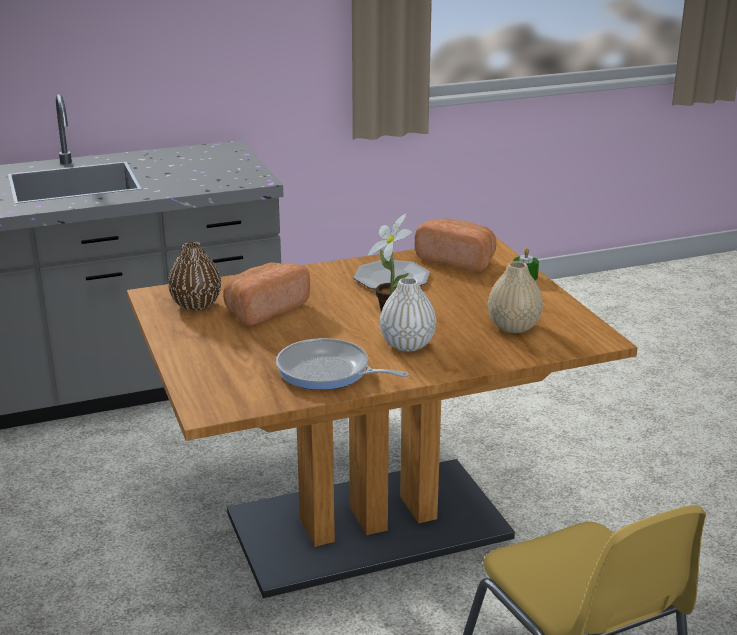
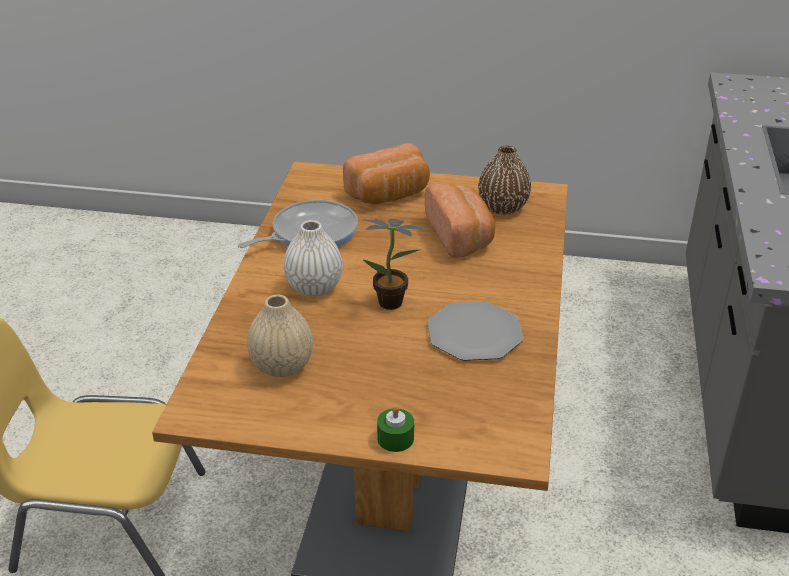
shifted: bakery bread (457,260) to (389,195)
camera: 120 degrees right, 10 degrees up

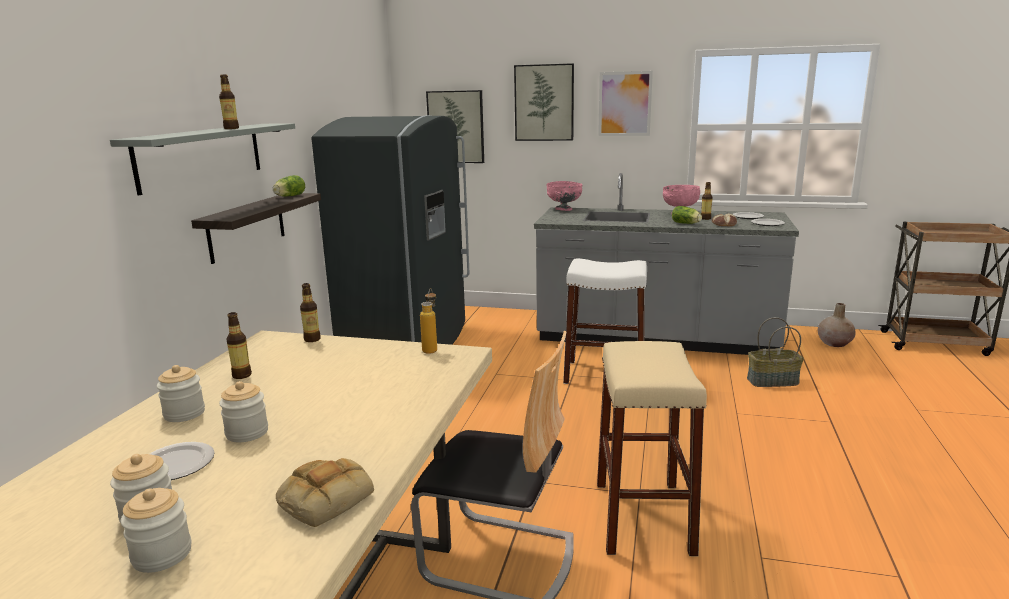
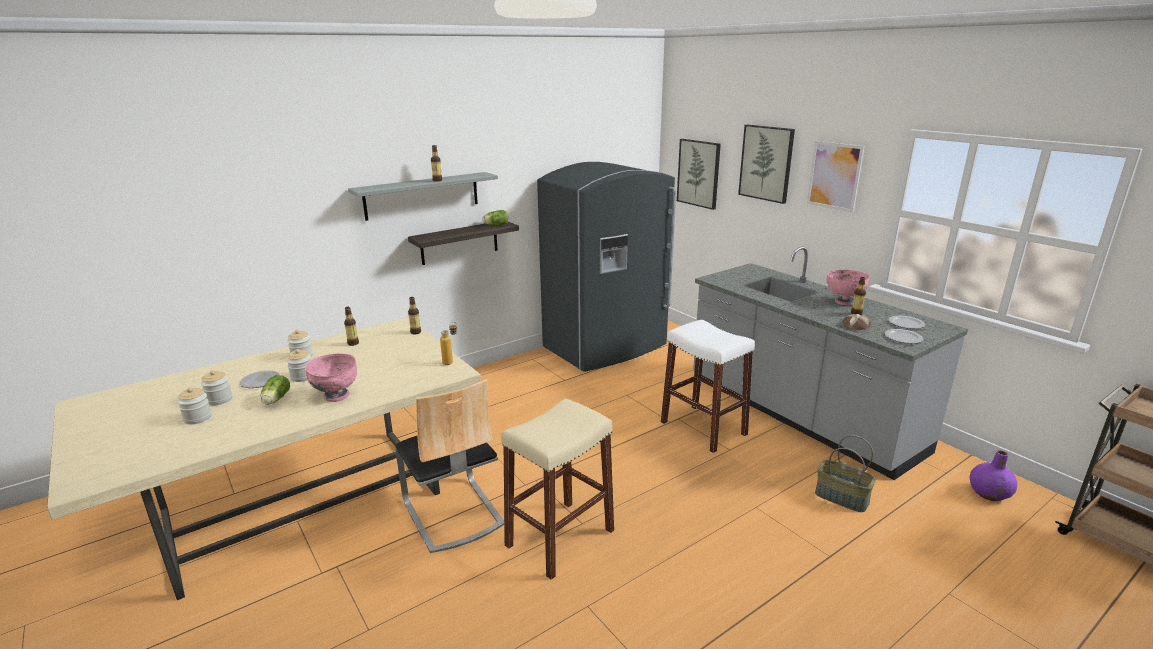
gone: bakery bread (326,498)
shifted: pinkish deep dish (564,209) to (336,396); lettuce (686,223) to (275,400)
repainted: beige decorative vase (834,343) to purple-coloured decorative vase (989,494)
camera: 40 degrees right, 5 degrees up

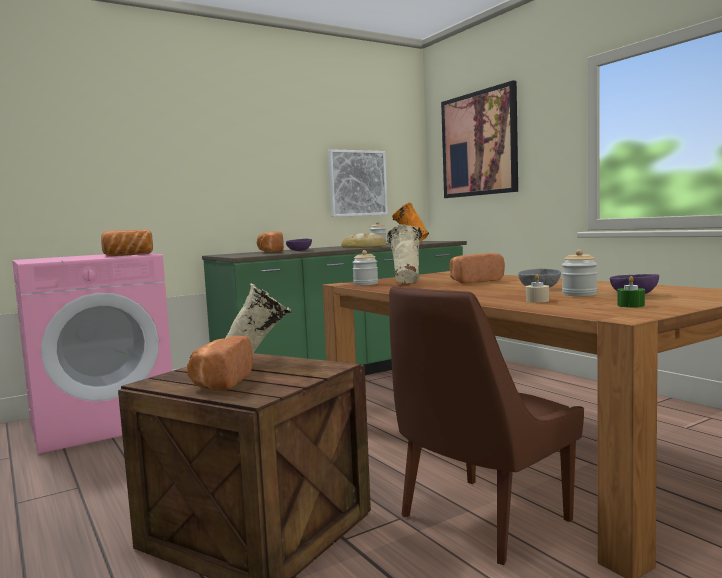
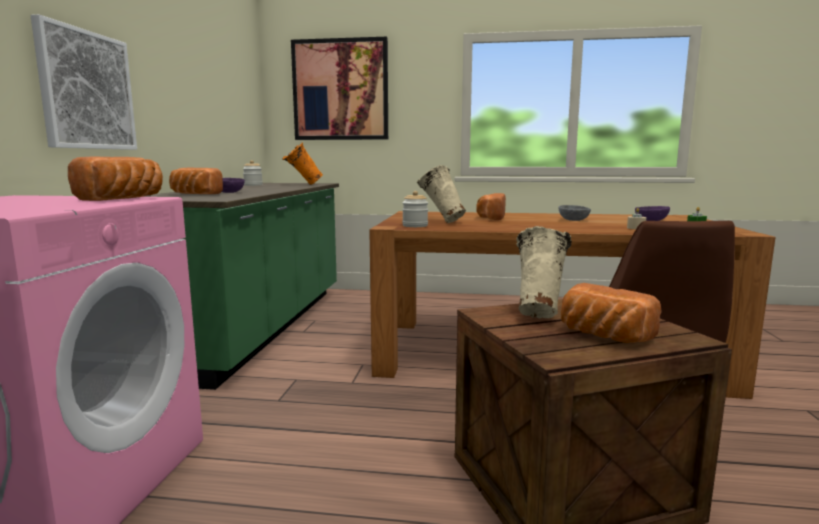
gone: bakery bread (364,246); storage jar (579,294)
shifted: wall art (357,183) to (86,90)
camera: 50 degrees left, 5 degrees up

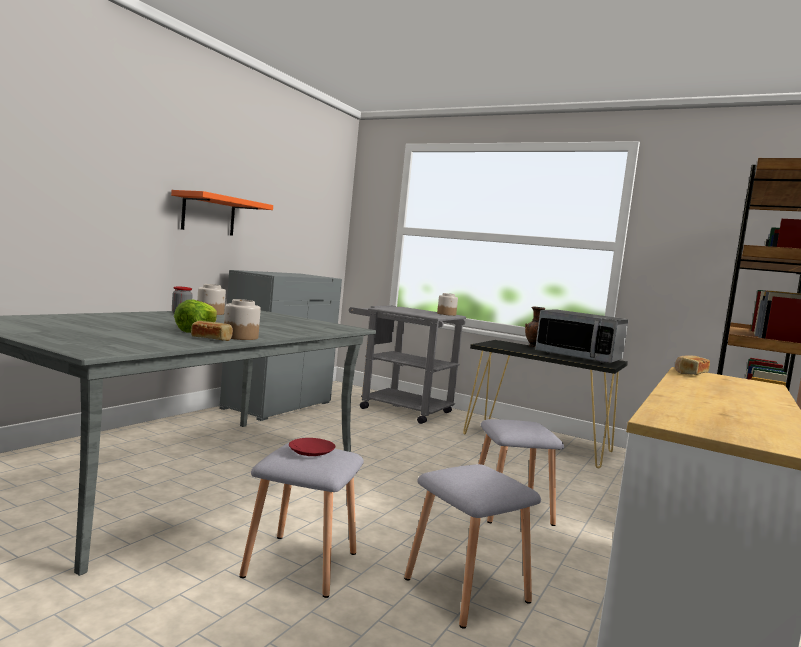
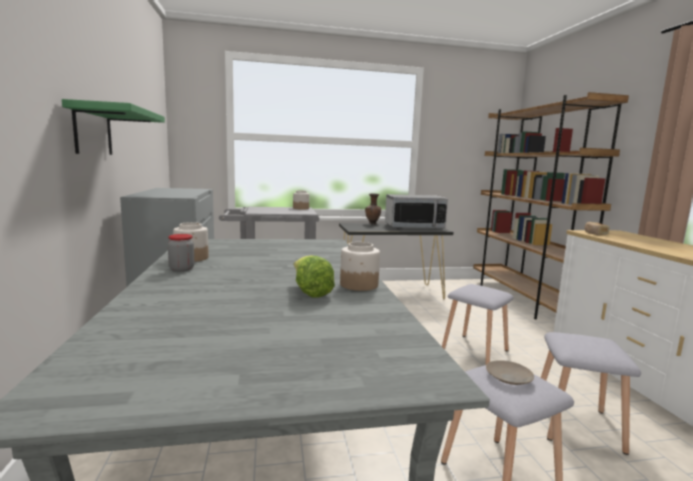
gone: bakery bread (211,339)
repainted: orangey bracket shelf (208,214) to green bracket shelf (93,131); reddish dinner plate (311,452) to beige dinner plate (509,378)
camera: 40 degrees left, 5 degrees up

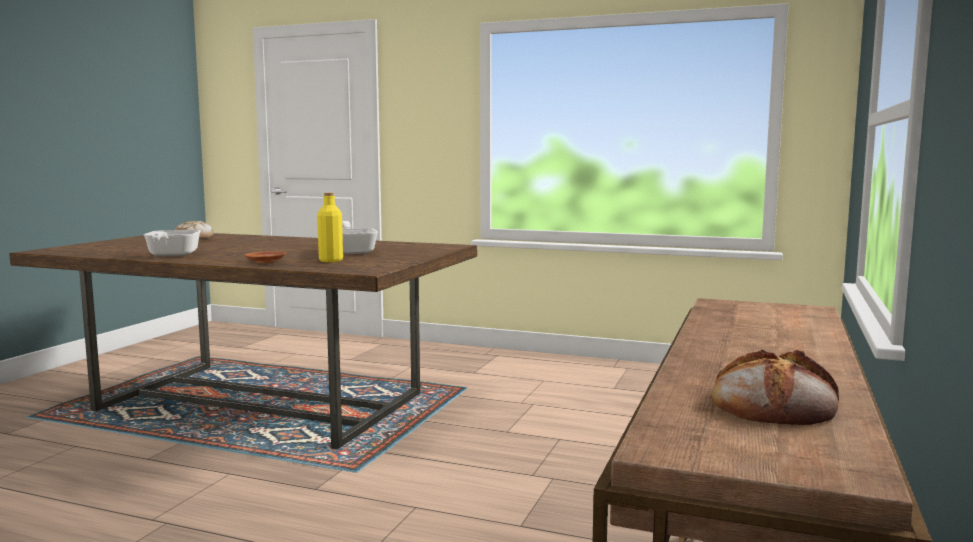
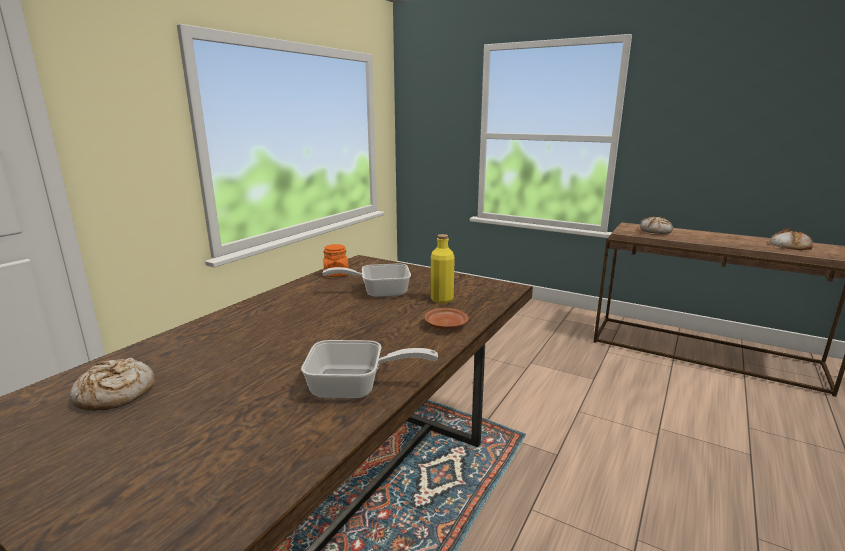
new: orangey storage jar (336,274); bakery bread (655,231)
camera: 80 degrees left, 10 degrees up

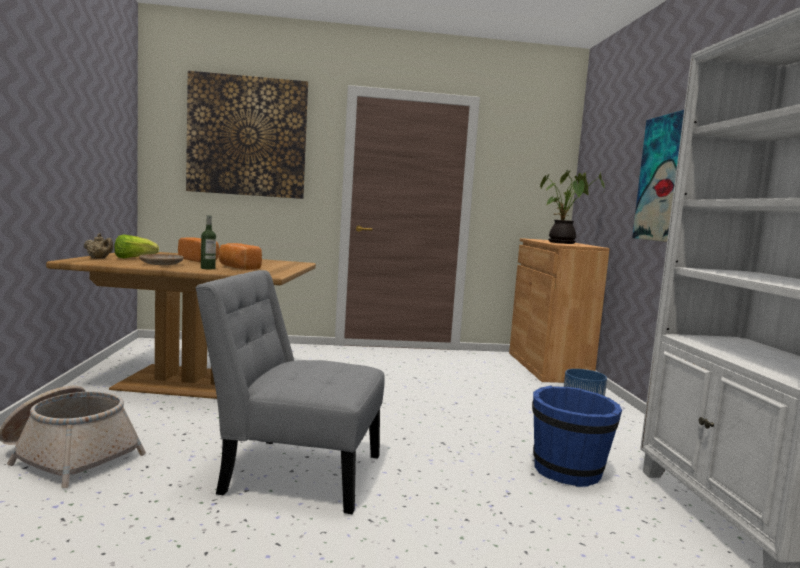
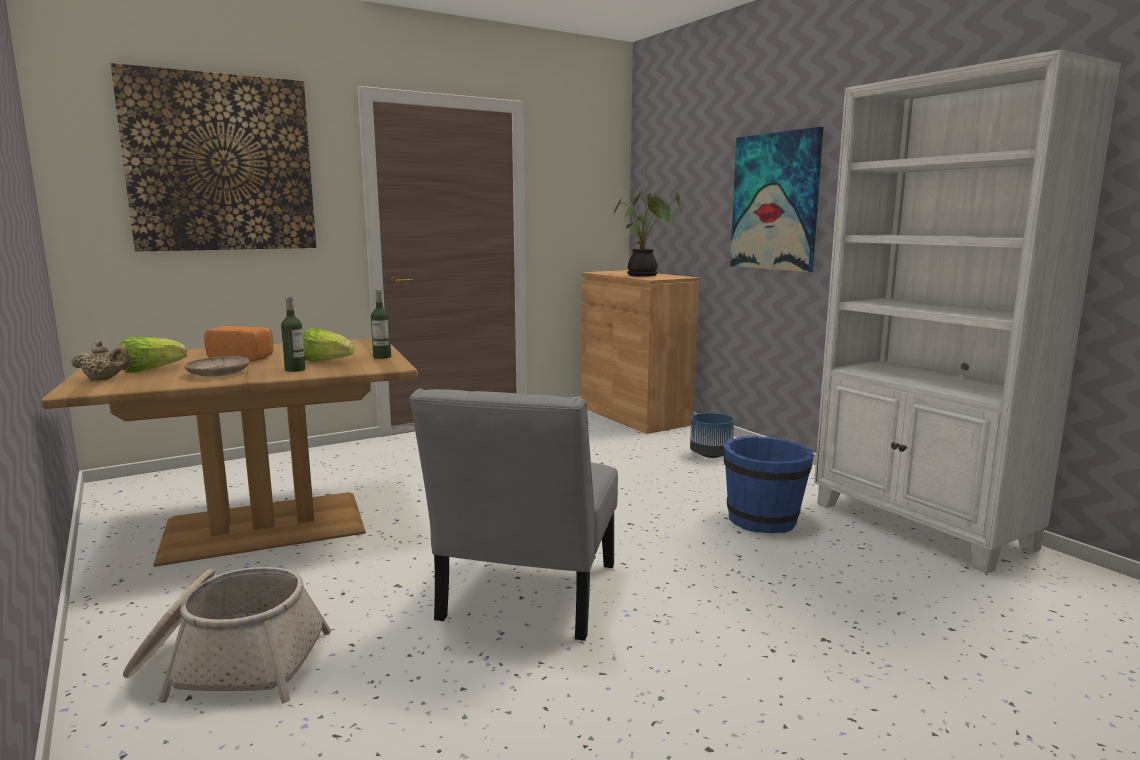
new: bottle (382,357)
swapped: bakery bread (238,267) to lettuce (325,362)
rotated: grey chair (294,472) = (526,597) 60 degrees counterclockwise
camera: 25 degrees left, 5 degrees up

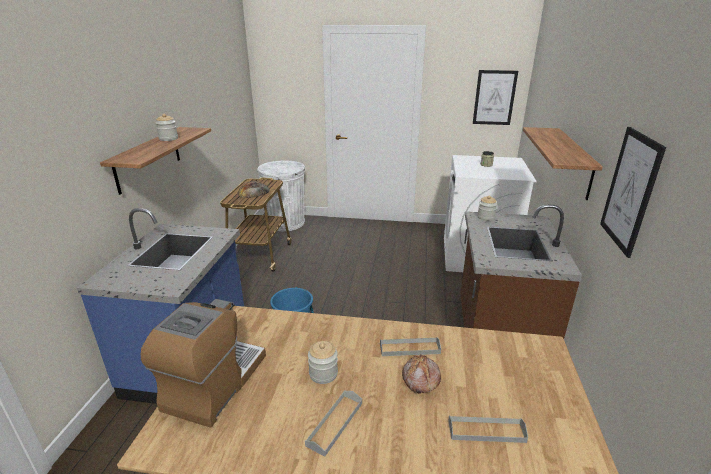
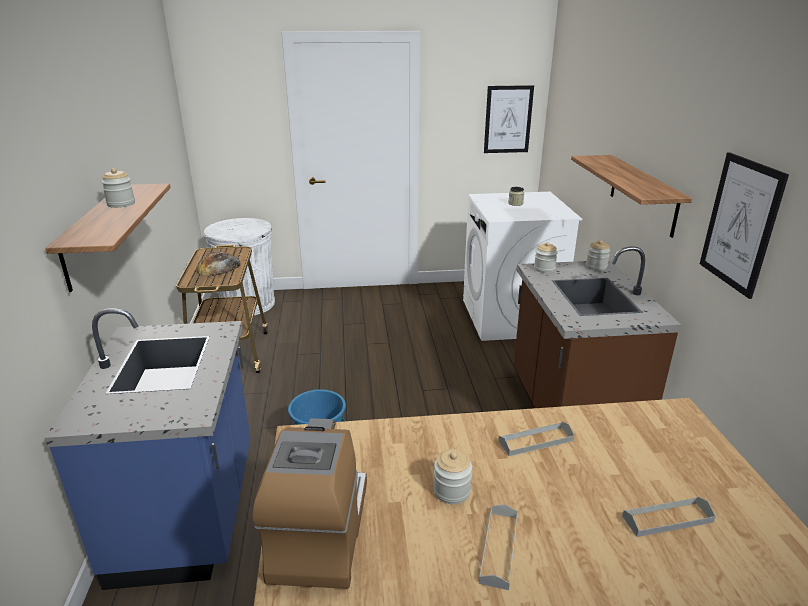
gone: bakery bread (420,379)
new: storage jar (596,267)
camera: 15 degrees left, 0 degrees up

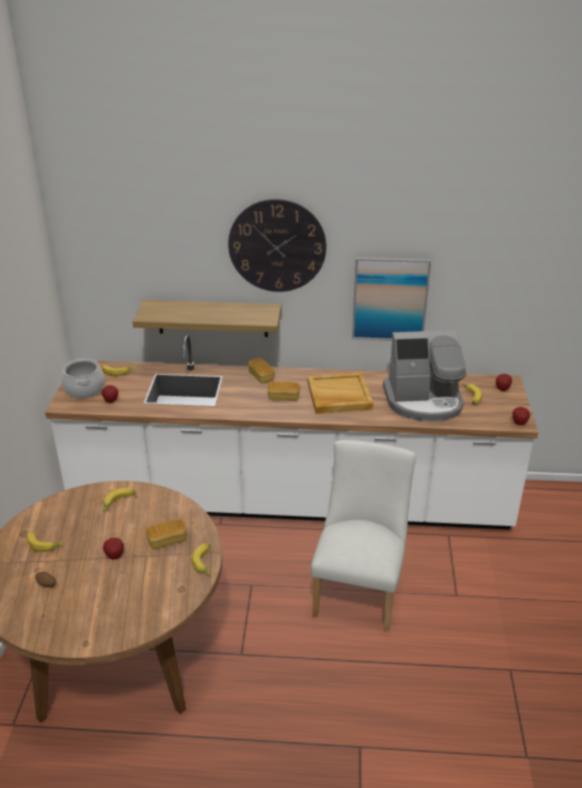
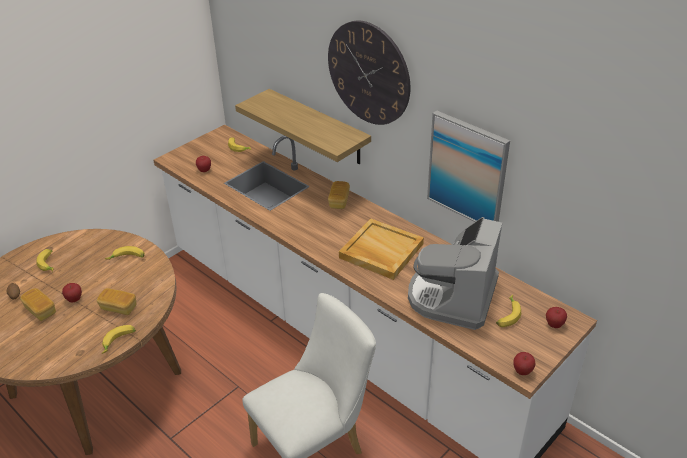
gone: cooking pot (84,389)
shifted: bakery bread (284,397) to (40,310)
rotated: coffee brewer (424,401) = (453,296) 75 degrees clockwise
camera: 40 degrees right, 5 degrees up

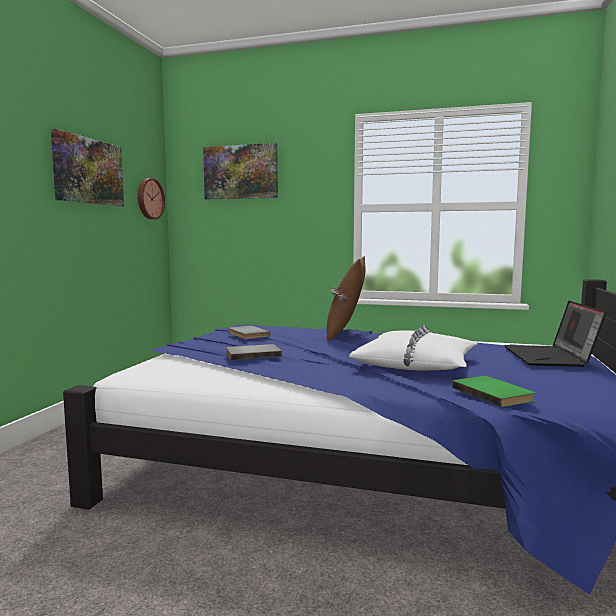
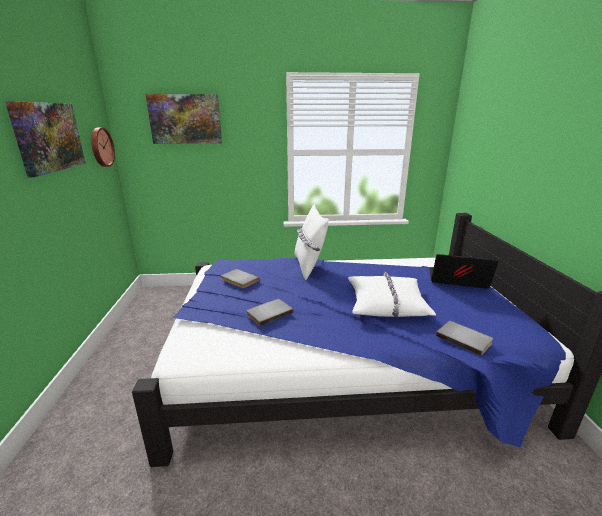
repainted: brown-coloured throw pillow (346,334) to white-coloured throw pillow (309,266); green book (494,393) to grey book (464,338)
rotated: laptop (550,357) = (456,281) 120 degrees clockwise
camera: 20 degrees left, 15 degrees up

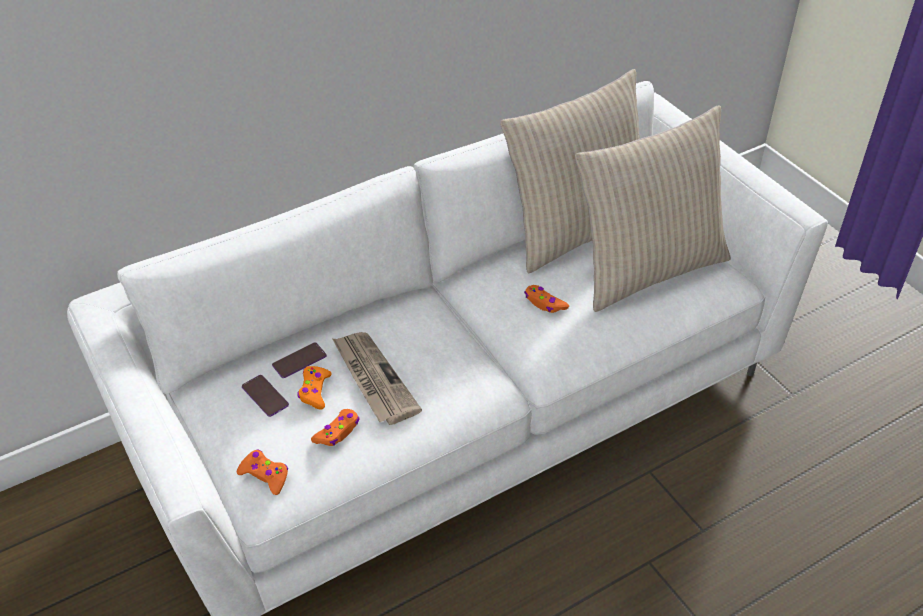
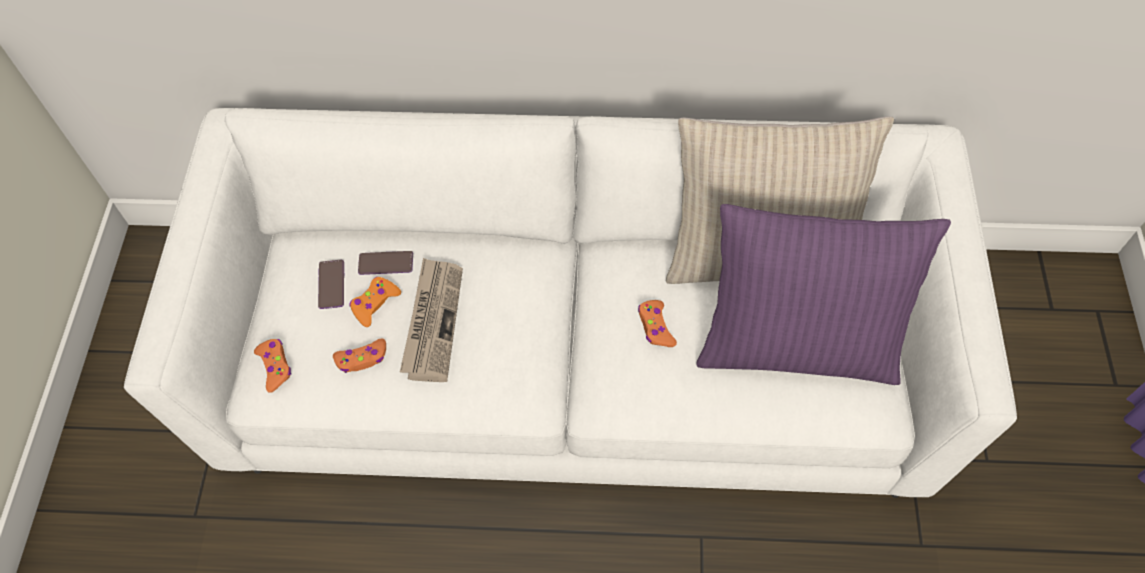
repainted: beige throw pillow (647,268) to purple-coloured throw pillow (797,344)
camera: 35 degrees right, 15 degrees up

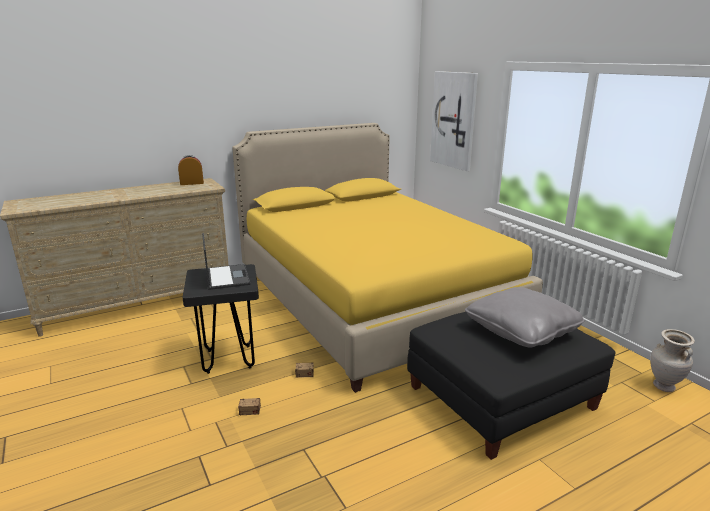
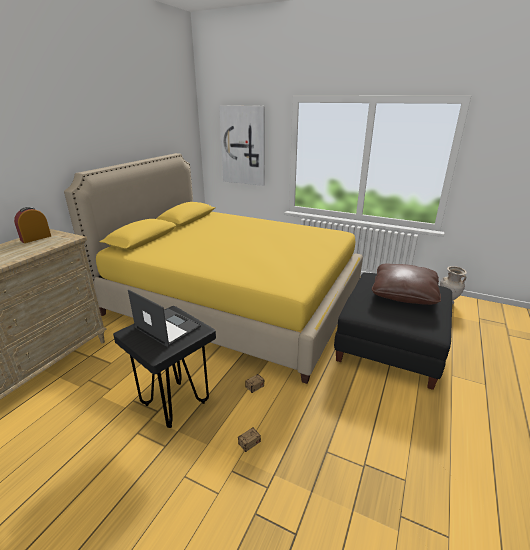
repainted: grey throw pillow (521,331) to brown-coloured throw pillow (404,294)
camera: 35 degrees left, 5 degrees up

